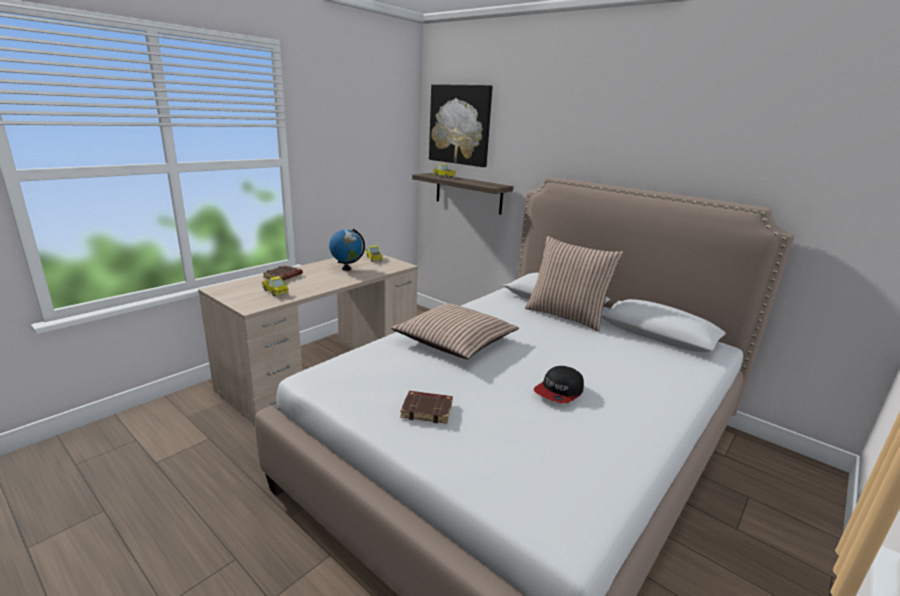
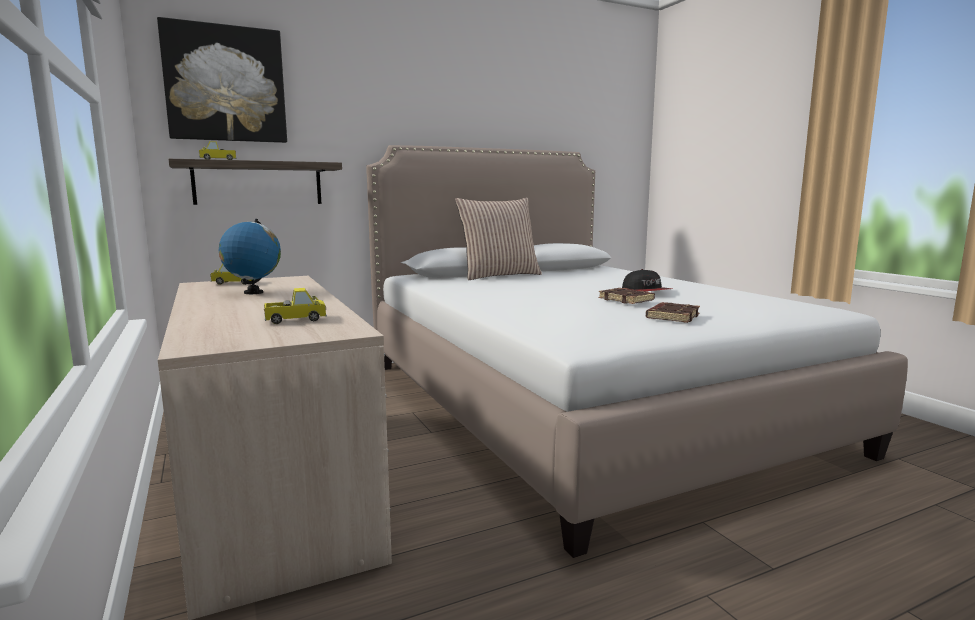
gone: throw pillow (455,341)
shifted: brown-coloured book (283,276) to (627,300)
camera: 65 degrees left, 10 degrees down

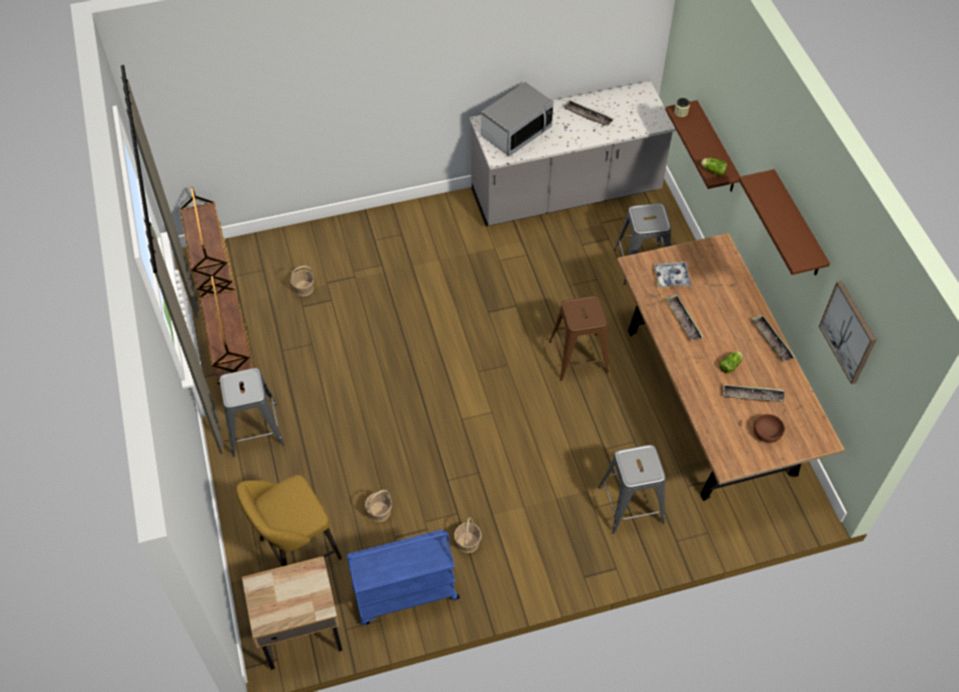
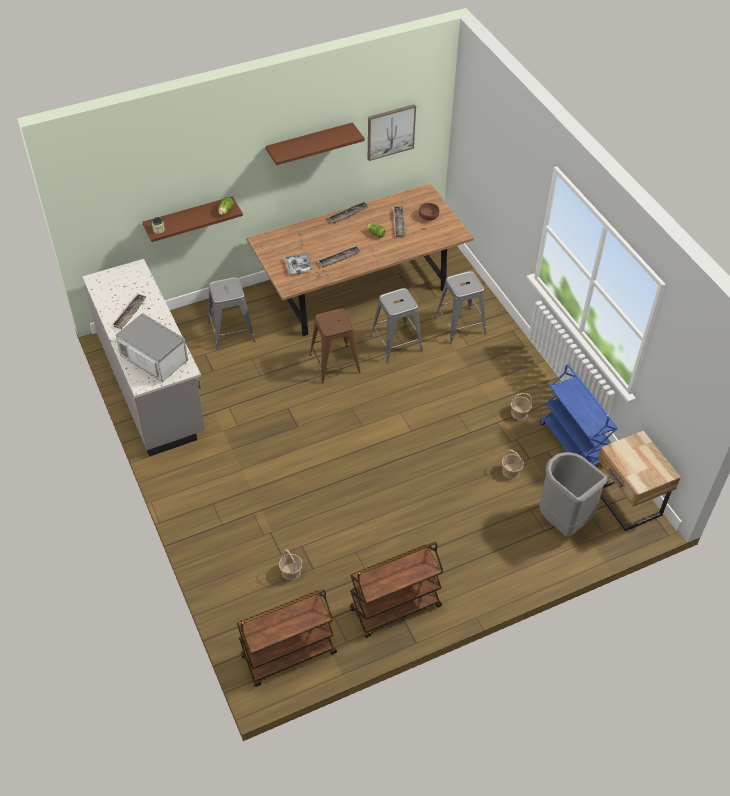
shifted: grey sitting stool (255,429) to (396,343)
swapped: yellow sitting stool (296,551) to grey rubbish bin (562,520)
camera: 100 degrees left, 5 degrees down

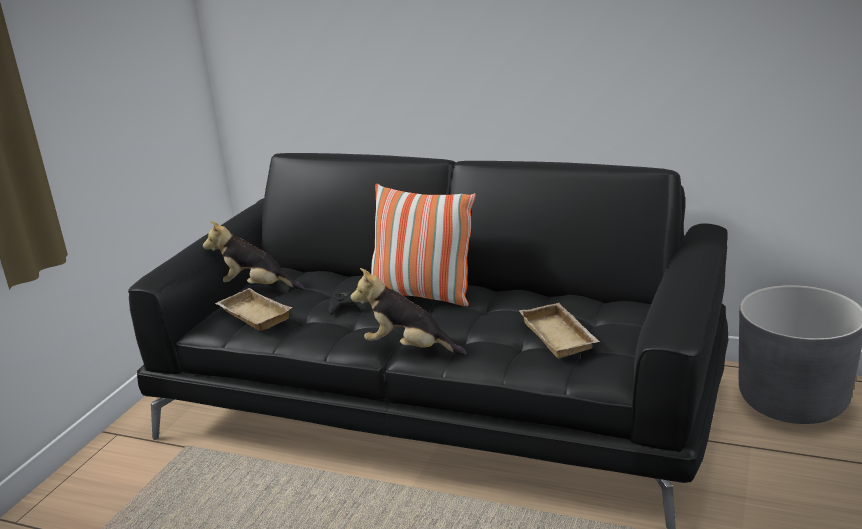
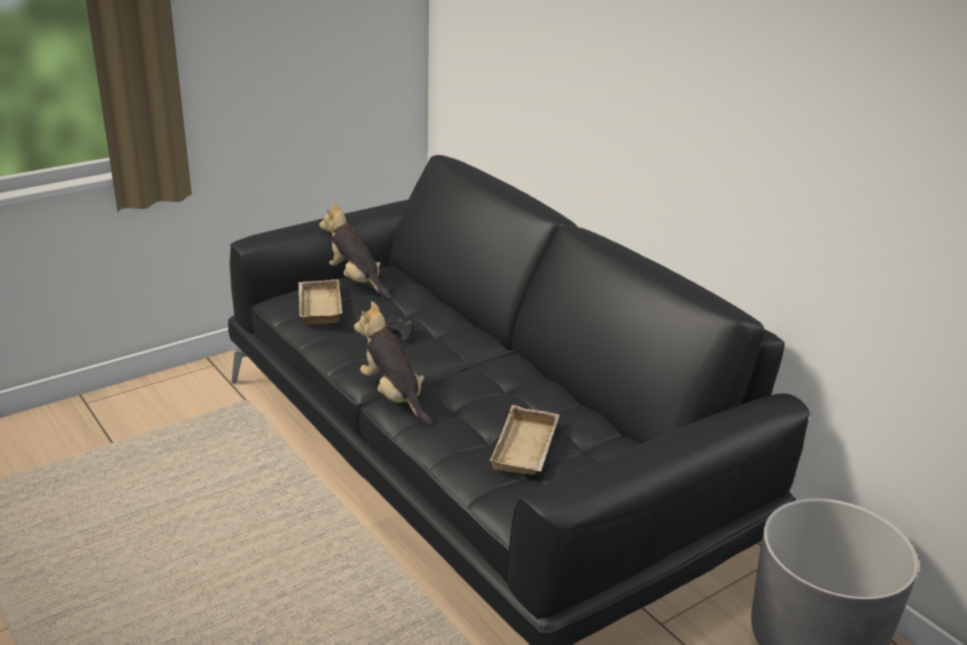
gone: throw pillow (422,295)
camera: 30 degrees right, 5 degrees up

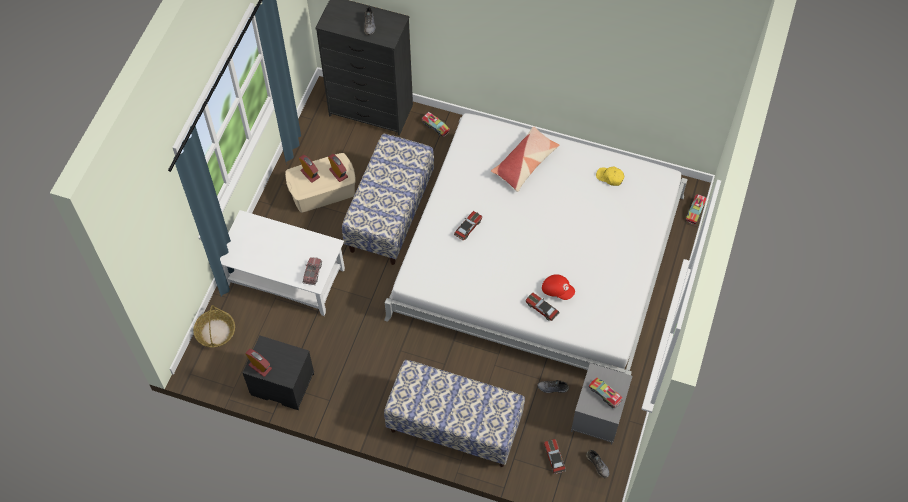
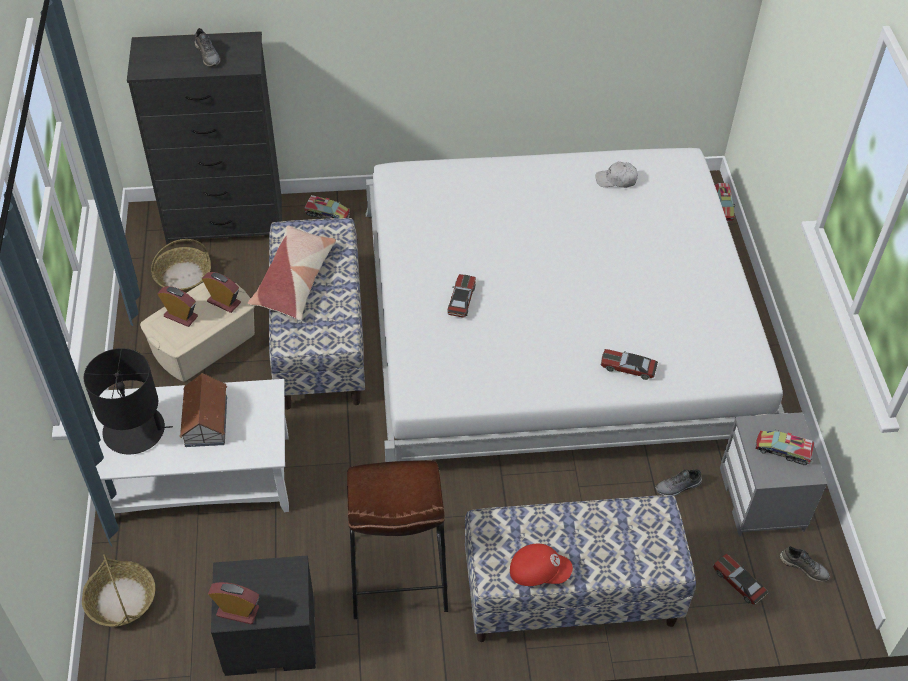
gone: toy truck (312,273)
new: blackish table lamp (135,430); household basket (183,276); model house (206,420); brown-coloured sitting stool (397,575)
shifted: throw pillow (525,163) to (294,280); reddish cap (557,290) to (538,572)
repainted: yellow cap (610,177) to white-coloured cap (616,180)
camera: 25 degrees left, 10 degrees down

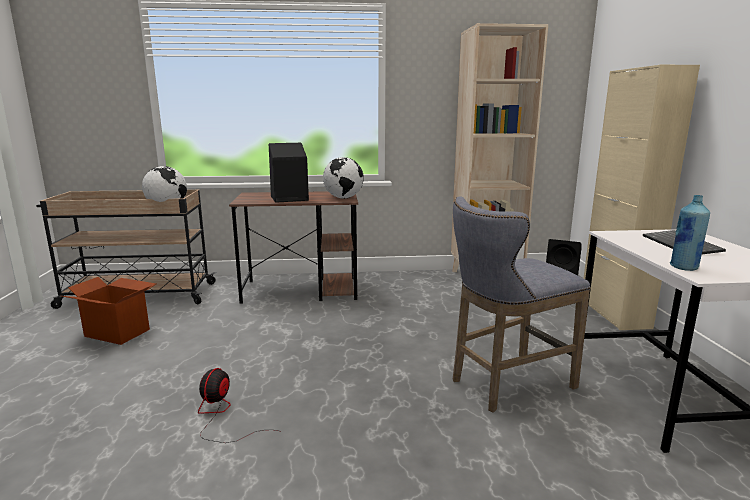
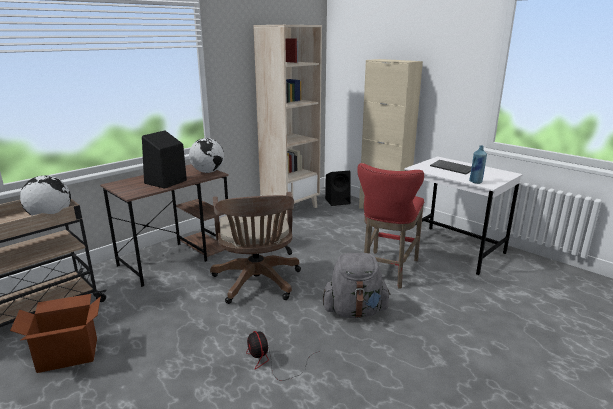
new: brown-coloured desk chair (257,284); grey backpack (355,311)
repainted: grey sitting stool (506,384) to reddish sitting stool (387,271)
camera: 40 degrees left, 5 degrees up

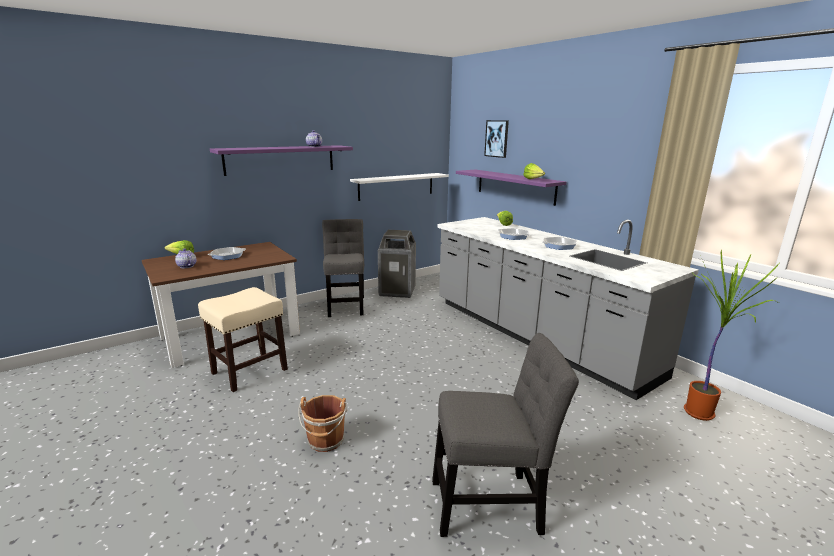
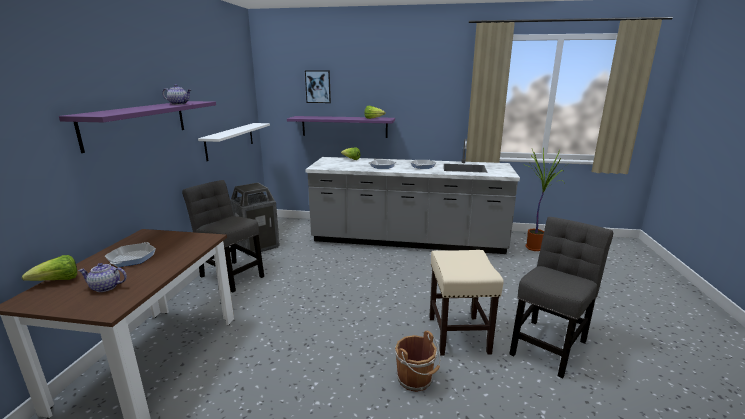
shifted: beige sitting stool (249,372) to (459,335)
camera: 45 degrees left, 0 degrees up

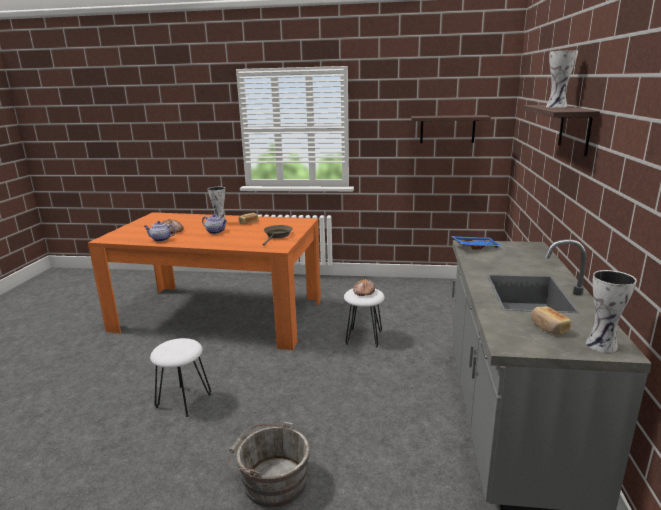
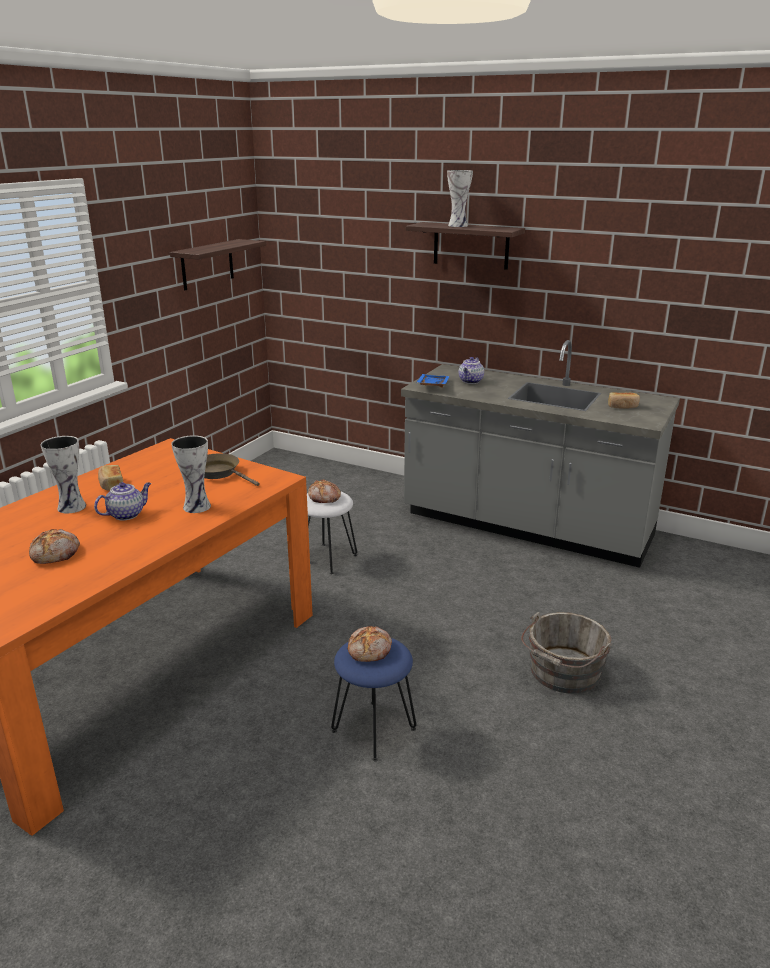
new: bakery bread (370,650)
shifted: pot for tea (160,239) to (471,381); decorative vase (603,345) to (198,506)
repainted: white-coloured sitting stool (184,400) to bluish sitting stool (373,729)
camera: 70 degrees left, 5 degrees up

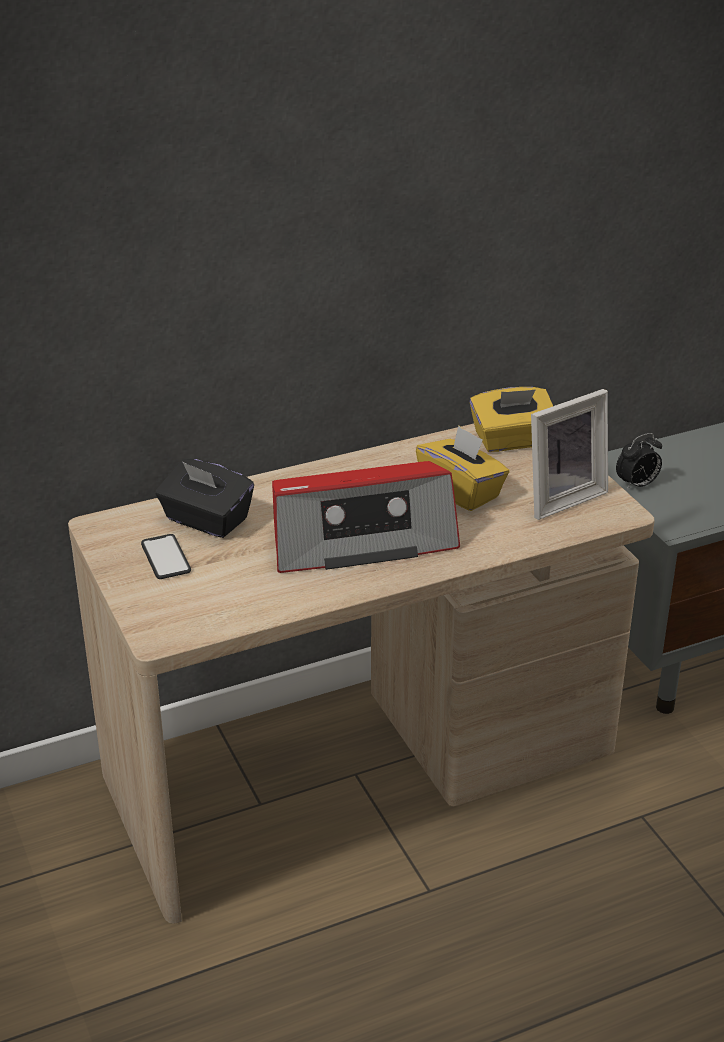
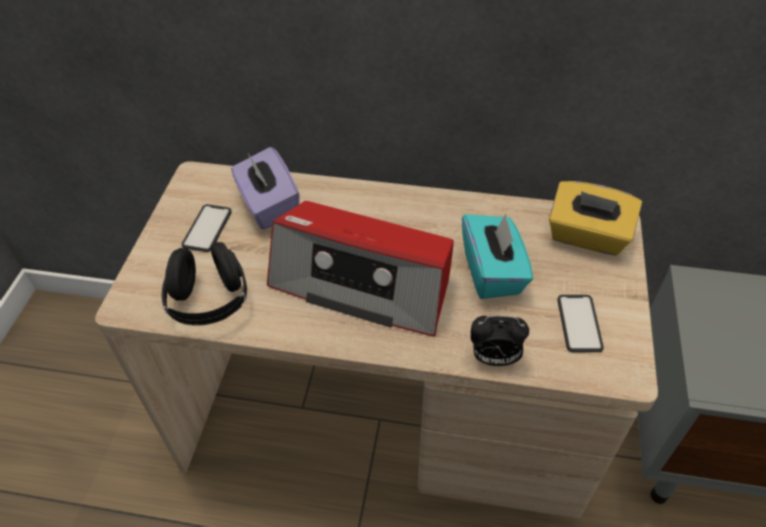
new: blackish headset (210,302)
shifted: table clock (637,485) to (494,358)
swapped: standing frame (560,497) to handset (579,323)
repainted: blackish tissue box (206,520) to purple-coloured tissue box (268,206); yellow tissue box (461,491) to turquoise tissue box (492,272)
camera: 35 degrees right, 15 degrees up

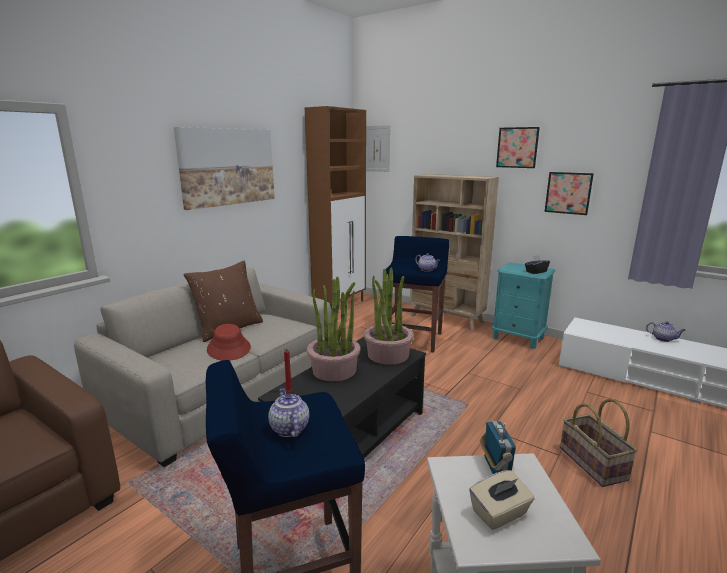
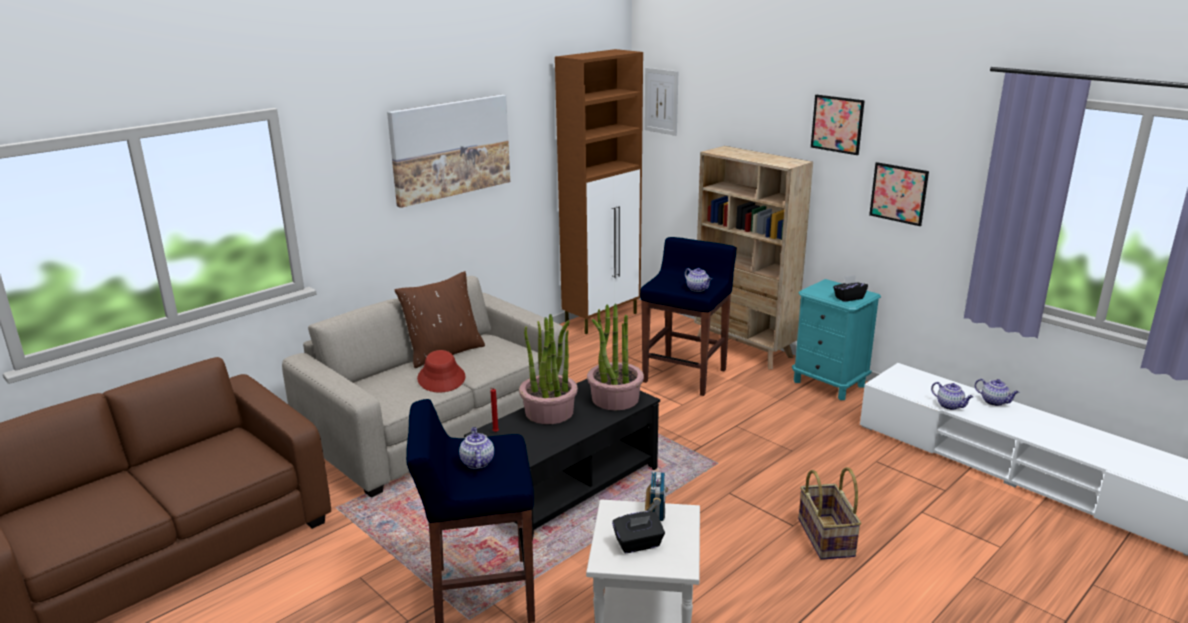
new: pot for tea (950,406)
repainted: beige tissue box (500,513) to blackish tissue box (638,544)
camera: 10 degrees right, 5 degrees up

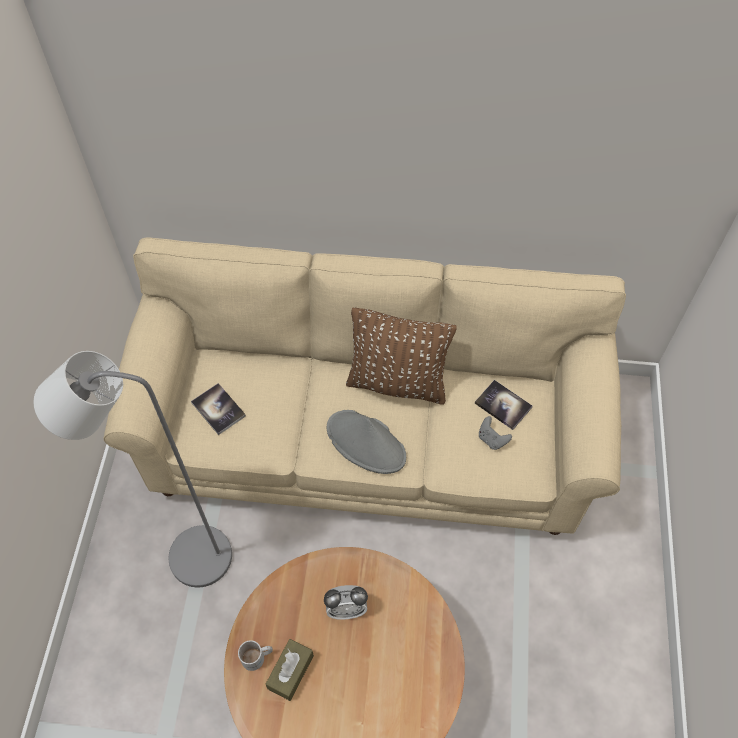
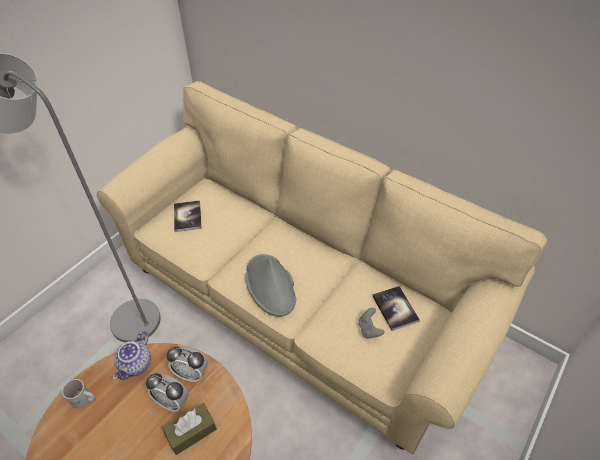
gone: brown-coloured throw pillow (397,383)
new: pot for tea (136,365); table clock (191,373)
shifted: brown-coloured tissue box (290,672) to (191,432)
camera: 30 degrees right, 10 degrees down

